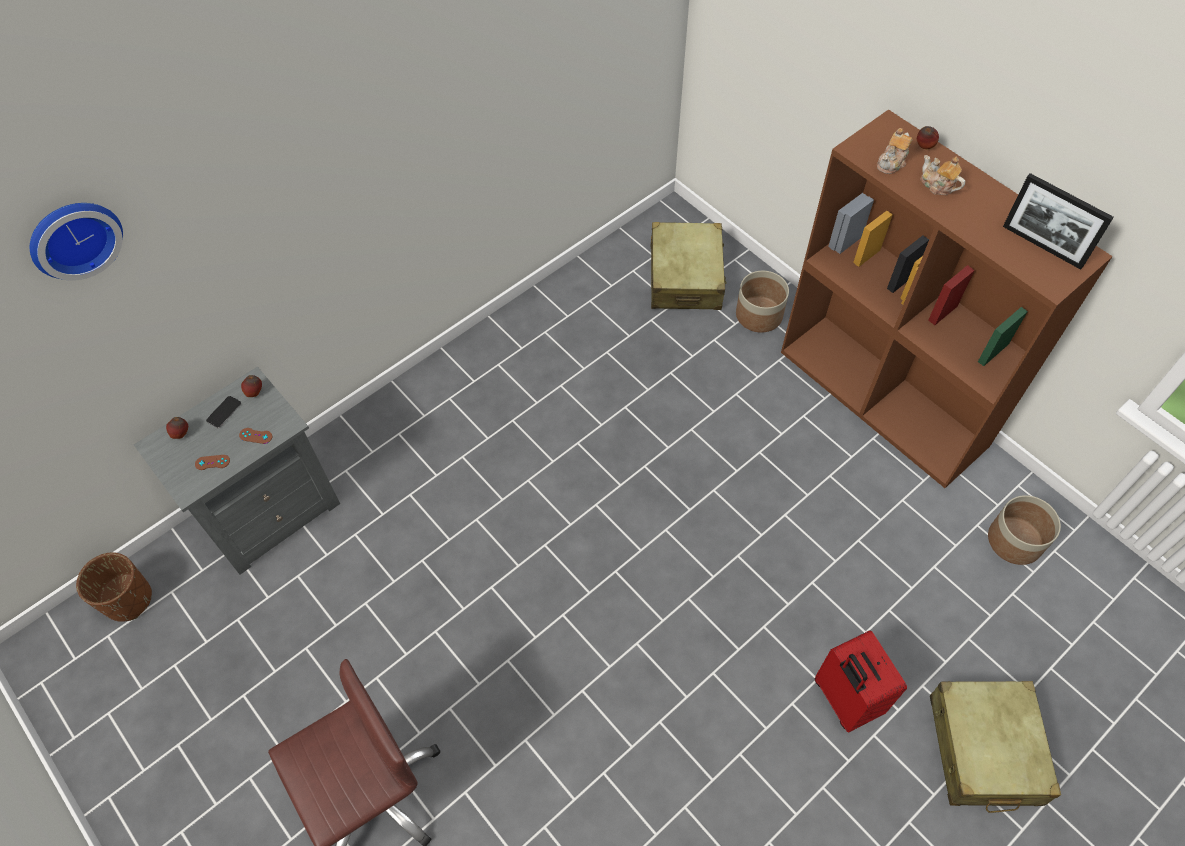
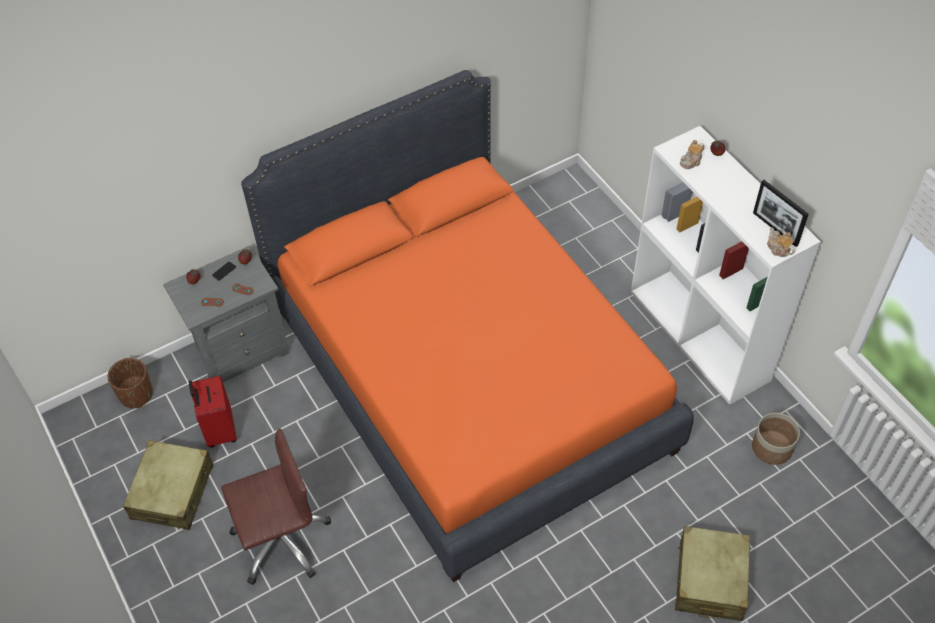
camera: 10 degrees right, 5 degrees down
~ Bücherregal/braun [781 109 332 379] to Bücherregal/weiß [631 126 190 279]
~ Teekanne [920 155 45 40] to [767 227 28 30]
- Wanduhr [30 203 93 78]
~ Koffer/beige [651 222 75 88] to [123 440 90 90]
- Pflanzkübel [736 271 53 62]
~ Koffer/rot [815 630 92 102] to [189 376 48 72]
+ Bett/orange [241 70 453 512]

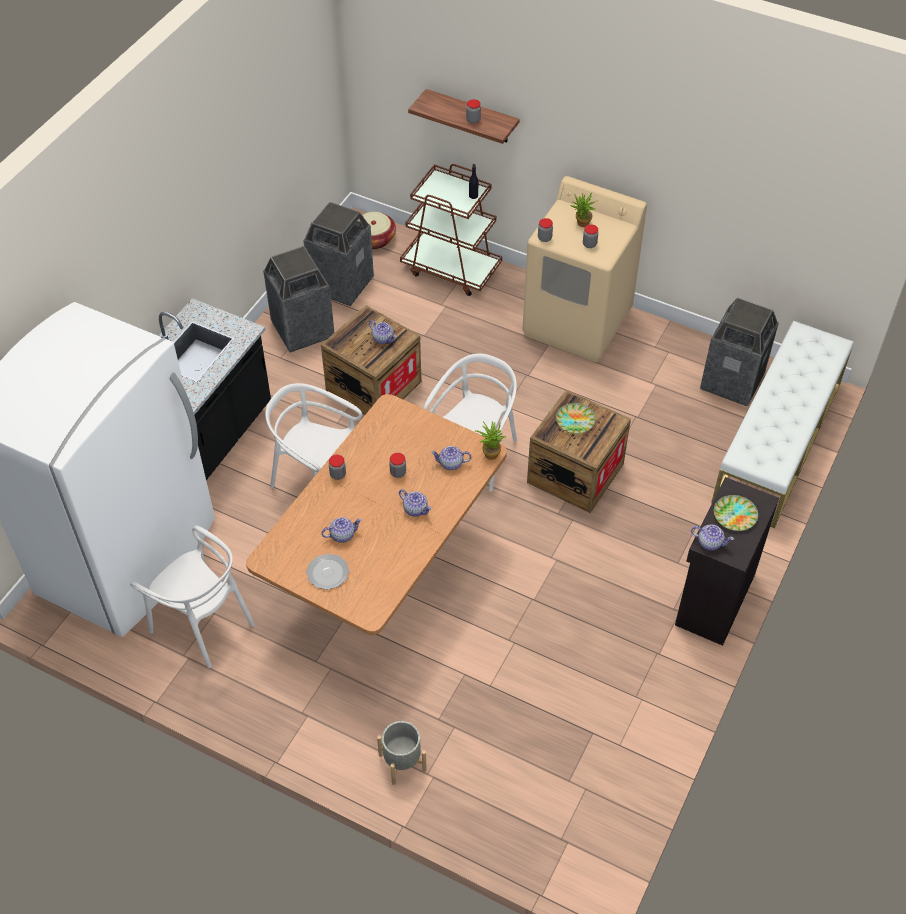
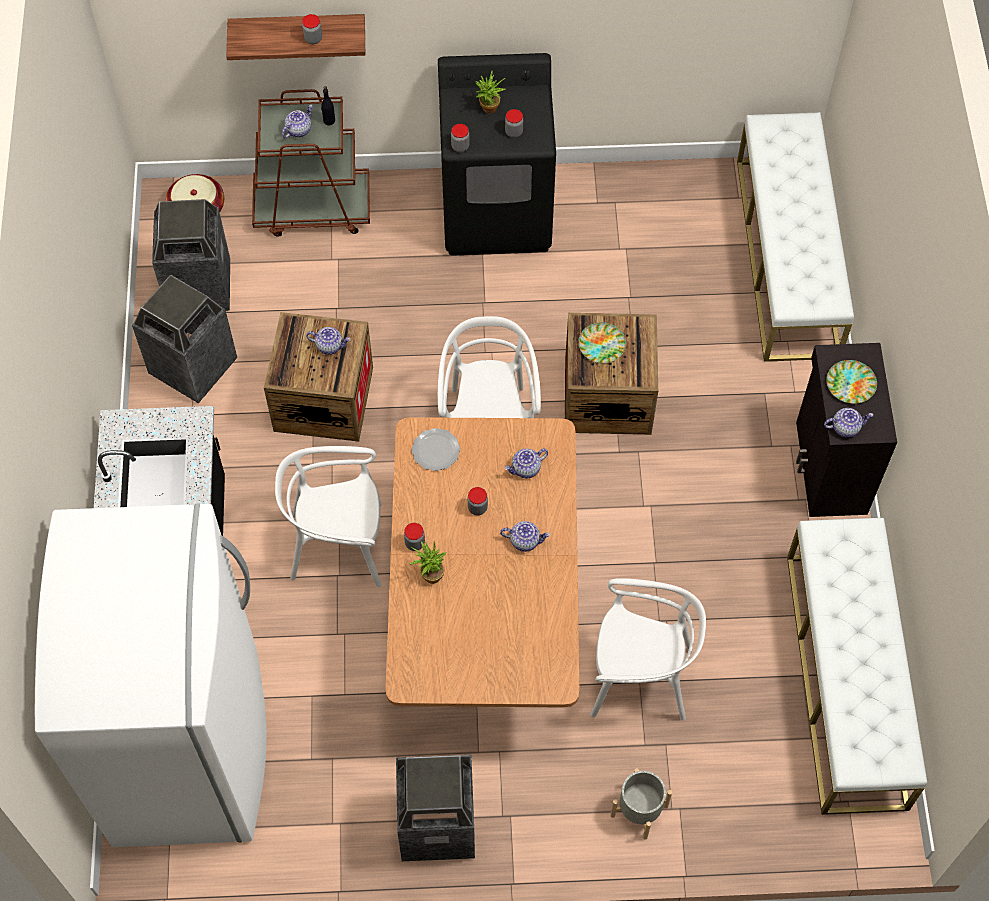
camera: 30 degrees left, 10 degrees up
~ Waschmaschine/beige [522 176 125 186] to Waschmaschine/schwarz [438 53 118 203]
~ Mülleimer [700 297 79 109] to [396 755 79 106]
~ Topfpflanze [475 421 31 39] to [409 541 37 43]
~ Teekanne [321 517 41 26] to [282 105 31 33]
~ Stuhl/weiß [130 525 125 143] to [590 578 116 143]
~ Teller [306 554 43 36] to [412 428 48 43]
+ Bank/weiß [787 518 140 297]

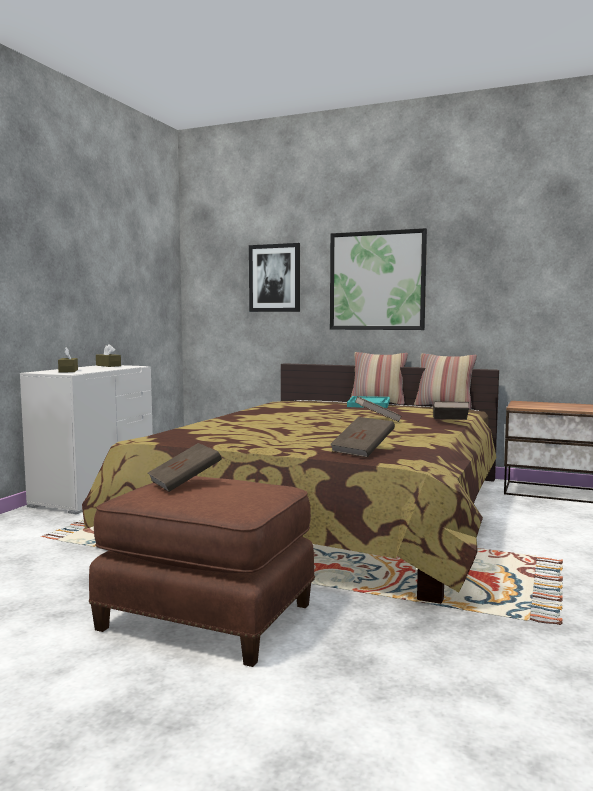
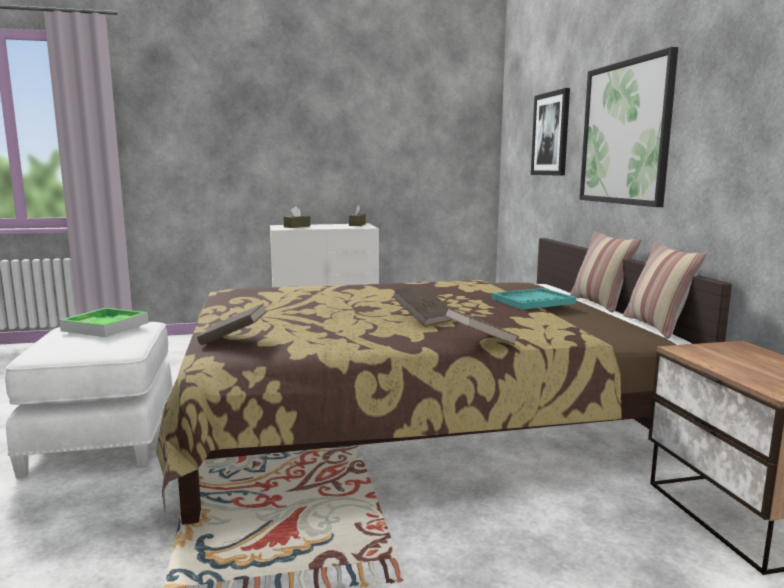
camera: 55 degrees right, 5 degrees up
~ Buch/braun [148 443 74 49] to Tablett [59 308 90 29]
~ Polsterhocker/braun [89 476 226 191] to Polsterhocker/weiß [5 322 168 156]

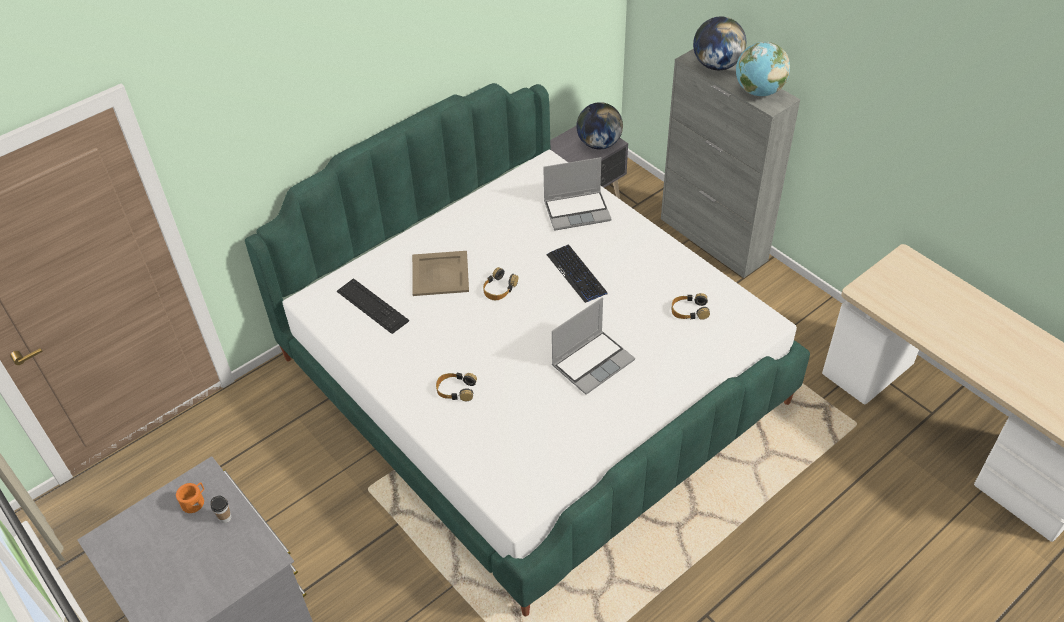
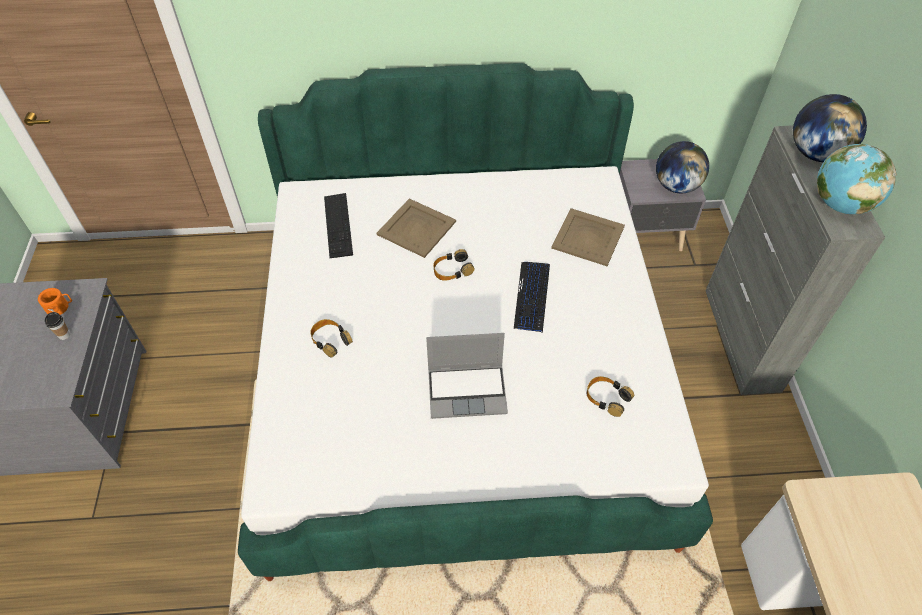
camera: 35 degrees right, 5 degrees up
~ Laptop [543 157 69 73] to Tablett/beige [551 208 74 58]

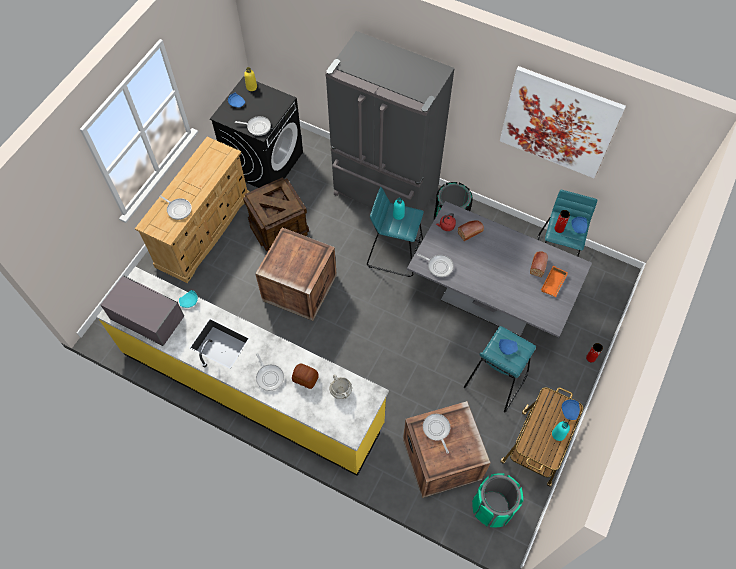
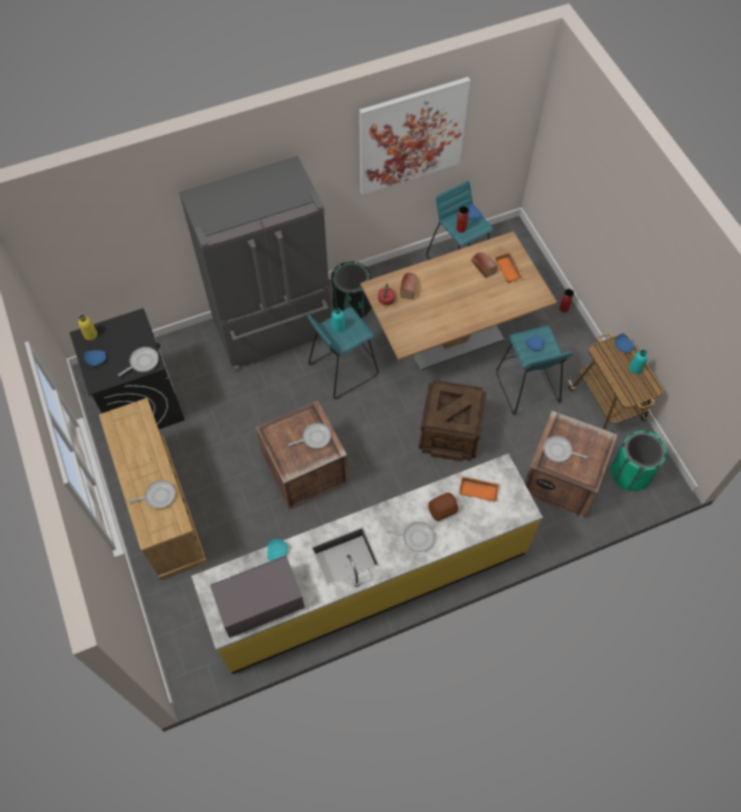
camera: 50 degrees left, 0 degrees up
~ Kiste [243 177 66 74] to [419 380 68 81]
~ Esstisch/grau [407 201 185 136] to Esstisch/braun [361 231 196 140]
~ Pfanne [417 254 37 23] to [288 423 43 26]
~ Kochtopf/weiß [330 374 22 25] to Tablett/orange [459 477 40 25]

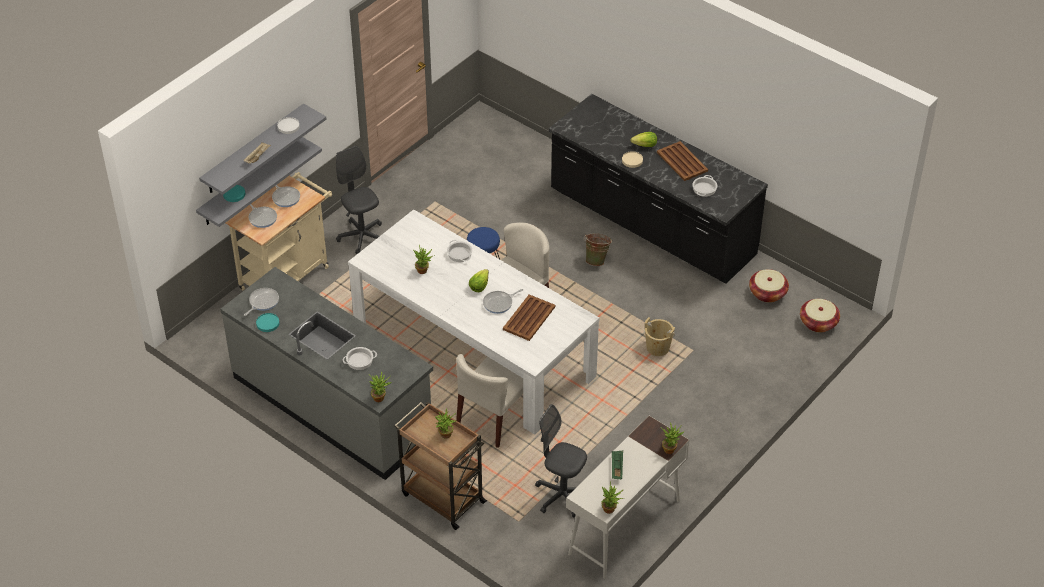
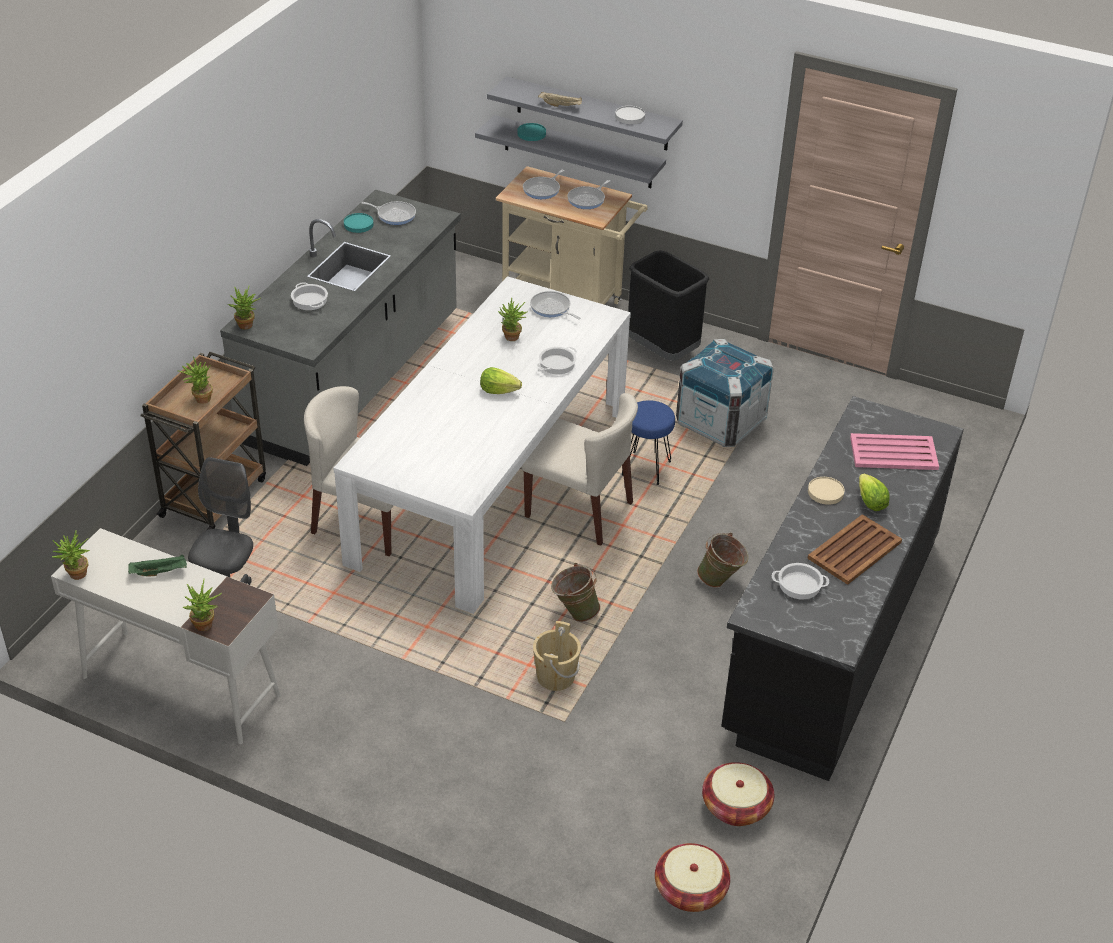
camera: 75 degrees right, 5 degrees down
~ Bürostuhl/grau [336 146 46 108] to Mülleimer/schwarz [628 250 81 111]
~ Pfanne [483 289 40 25] to [530 291 50 28]
- Tablett/braun [503 294 52 47]
+ Kiste [676 339 98 108]
+ Tablett/rosa [850 433 89 37]
+ Eimer/grün [551 563 50 59]

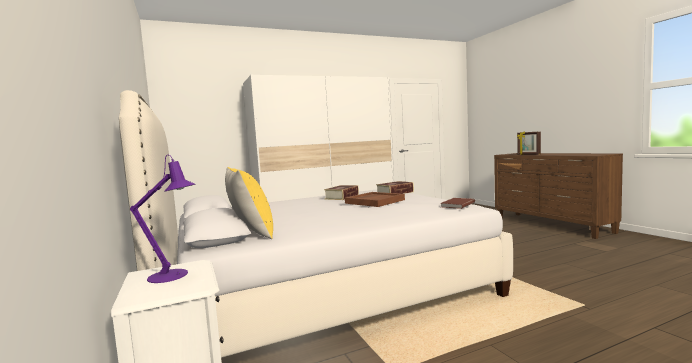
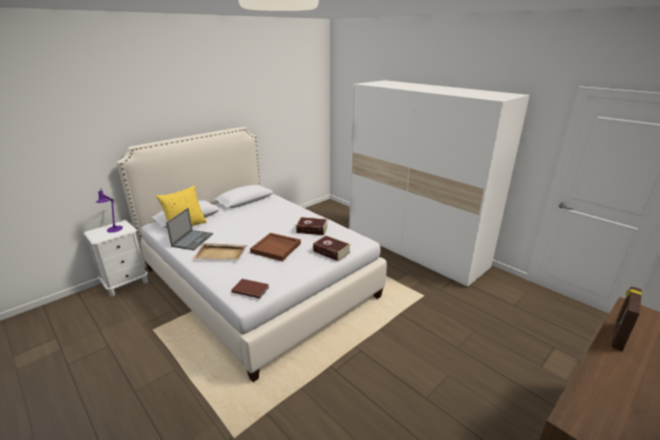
camera: 70 degrees right, 20 degrees up
+ Laptop [166 208 47 42]
+ Tablett/beige [192 243 55 17]

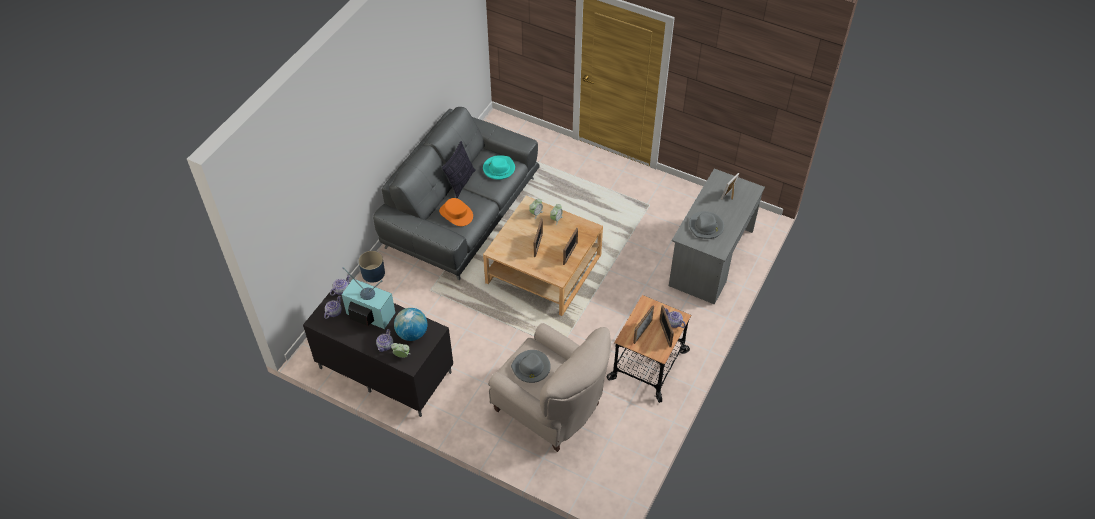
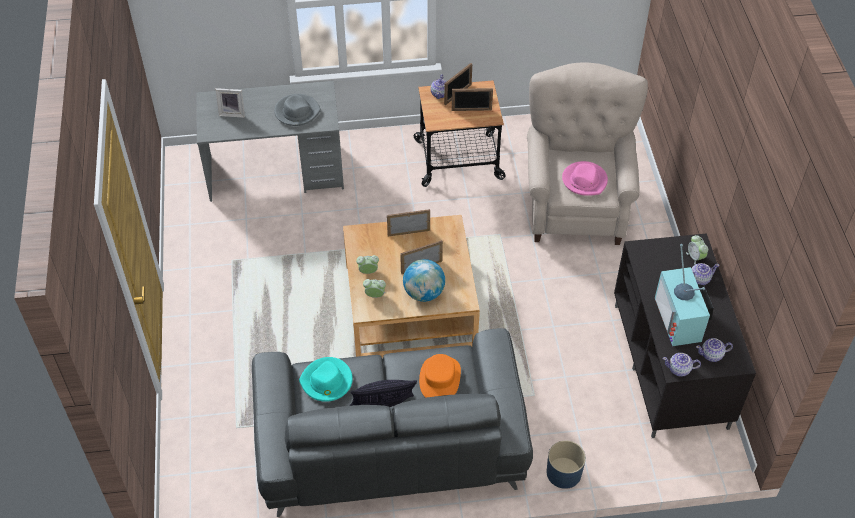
camera: 125 degrees left, 0 degrees up
~ Globus [394 308 33 33] to [403 259 42 43]
~ Hut/grau [511 350 40 33] to Hut/rosa [562 161 46 35]

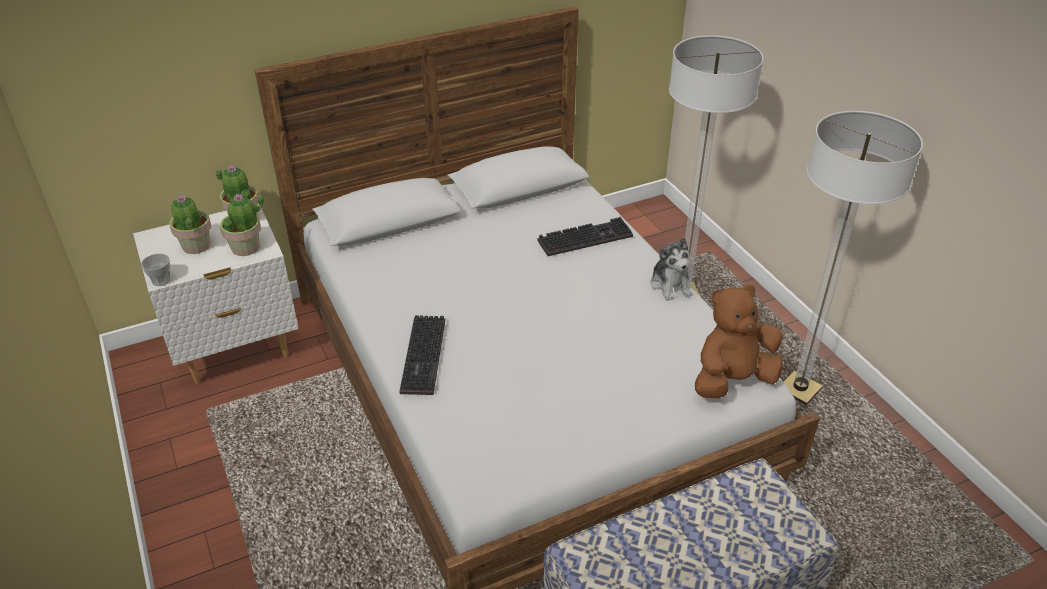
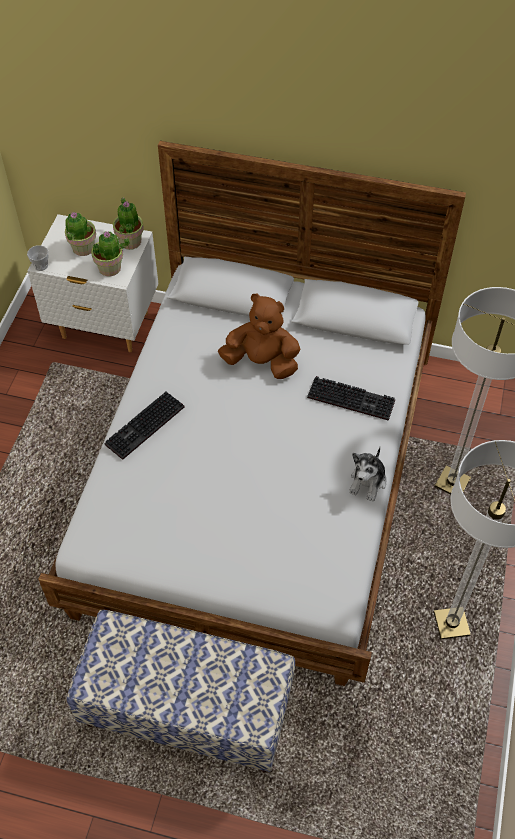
camera: 40 degrees right, 15 degrees up
~ Plüschtier/braun [695 284 88 114] to [218 294 82 85]

